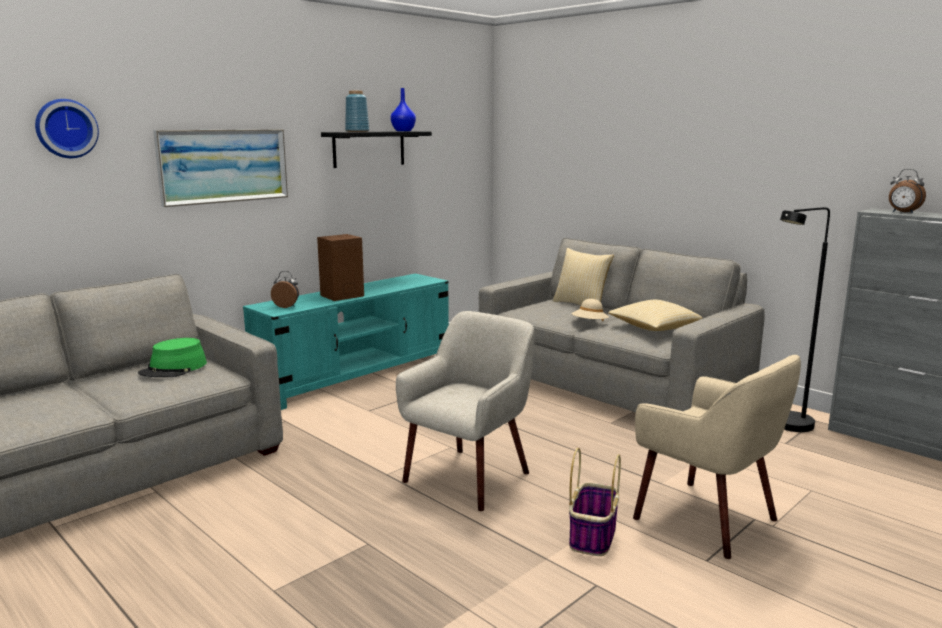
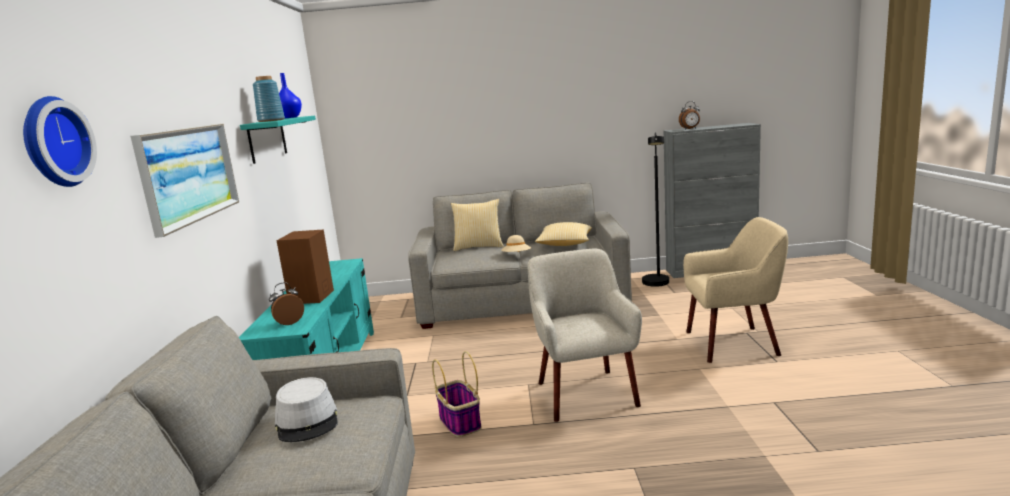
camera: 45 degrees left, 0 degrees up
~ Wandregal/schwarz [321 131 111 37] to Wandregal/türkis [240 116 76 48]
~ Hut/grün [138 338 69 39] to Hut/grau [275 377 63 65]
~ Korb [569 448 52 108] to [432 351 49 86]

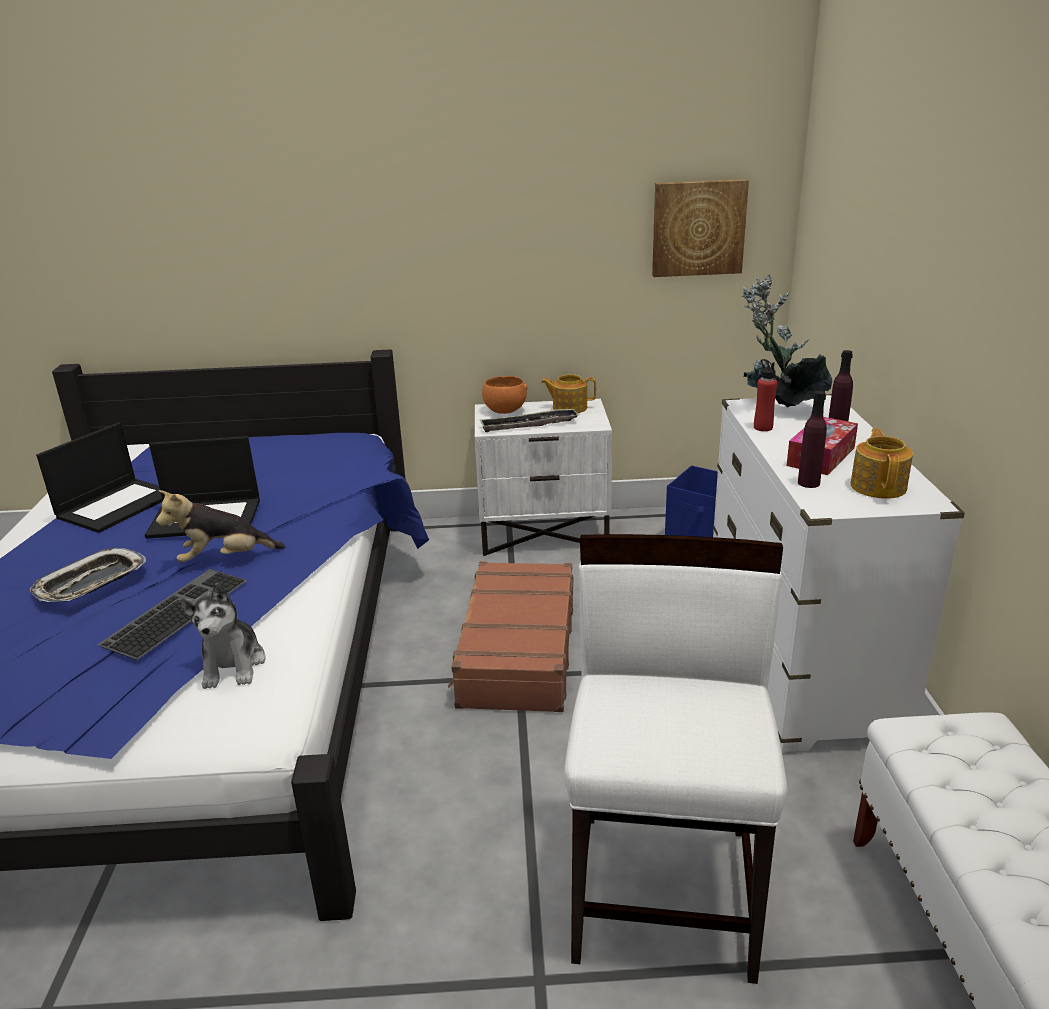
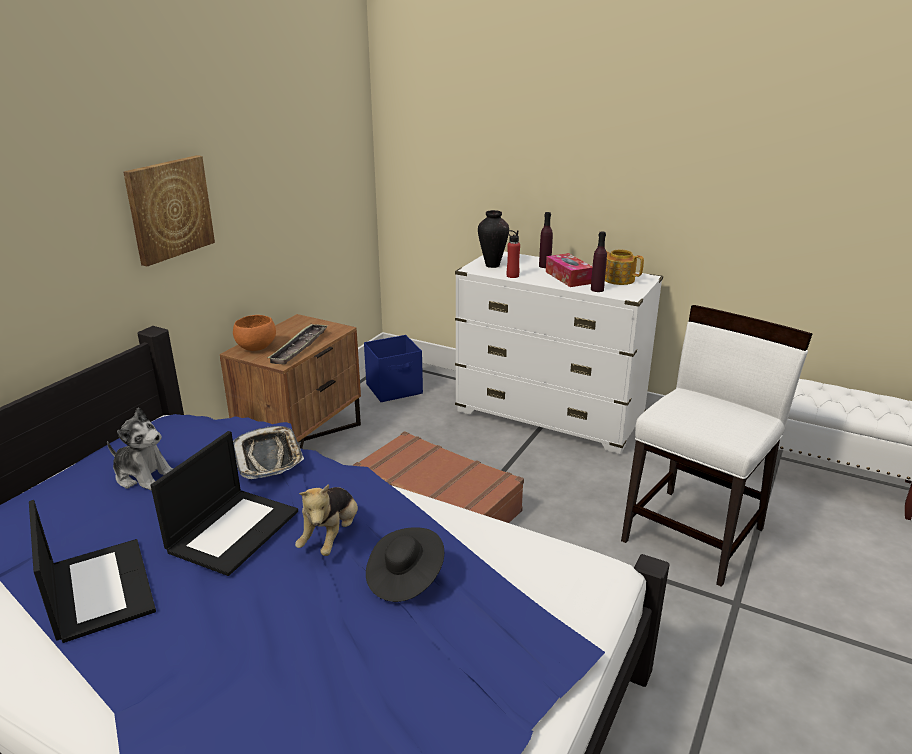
camera: 60 degrees left, 0 degrees up
~ Bild [652 179 97 98] to [123 155 92 111]
~ Topfpflanze [742 274 90 134] to Vase [478 210 31 58]
- Teekanne [541 374 55 39]
~ Nachttisch/weiß [475 399 137 157] to Nachttisch/braun [220 314 141 135]
~ Stuhl/weiß [564 534 223 450] = [621 305 191 282] 90 degrees clockwise
~ Tablett [30 547 116 55] to [233 426 71 53]
~ Tastatur [97 569 150 91] to Hut/schwarz [366 527 78 75]
~ Plüschtier [179 583 87 106] to [107 407 67 84]

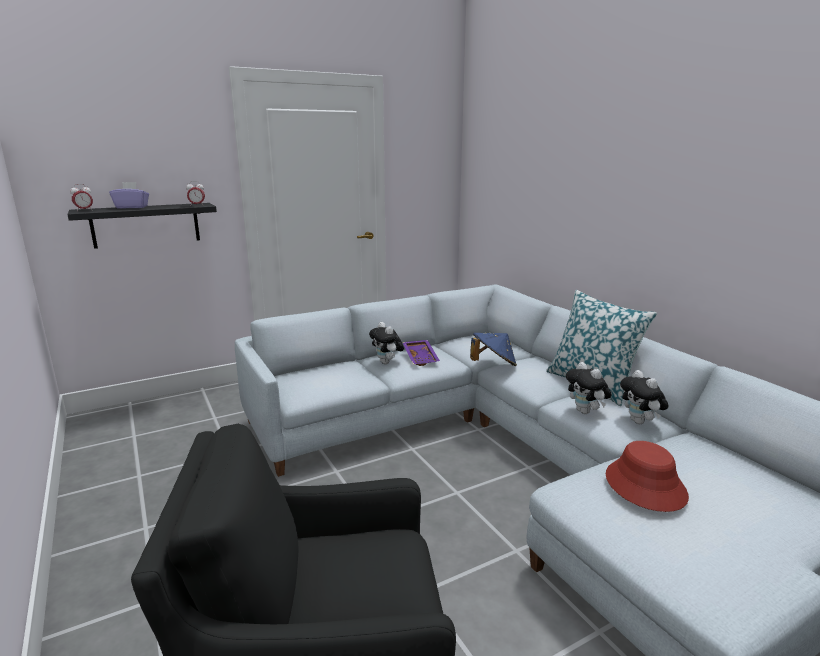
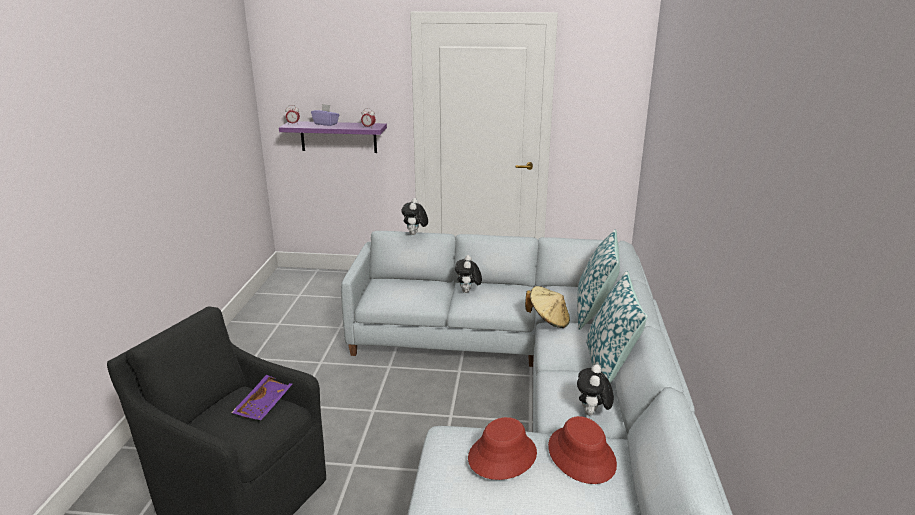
camera: 35 degrees right, 5 degrees up
~ Wandregal/schwarz [67 203 150 46] to Wandregal/lila [279 121 108 32]
~ Hut/blau [470 333 47 33] to Hut/beige [525 286 45 42]
~ Tablett/lila [403 340 37 26] to [231 375 61 45]
~ Plüschtier [566 362 46 52] to [401 198 27 37]
+ Kissen [577 229 43 101]
+ Hut/rot [548 416 69 68]

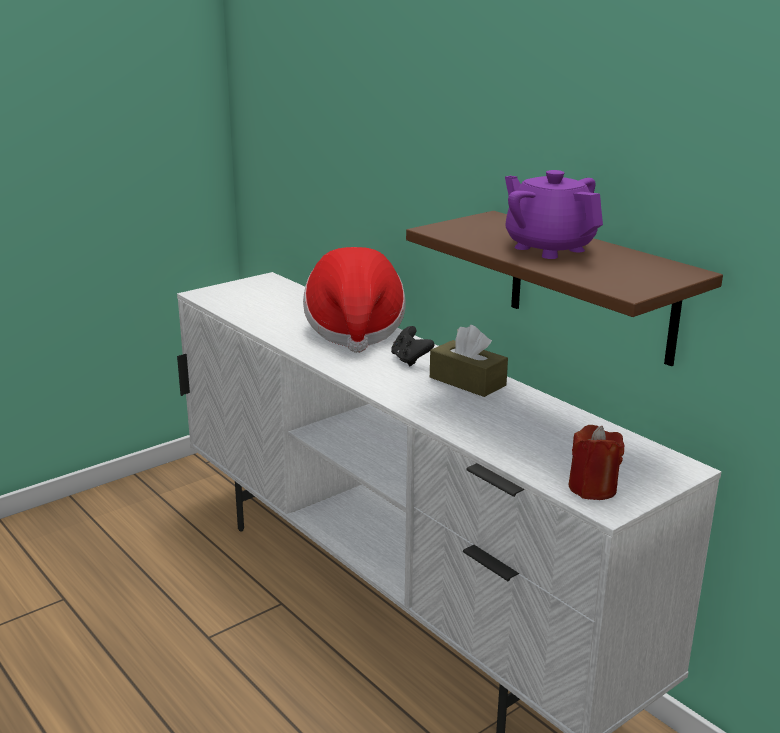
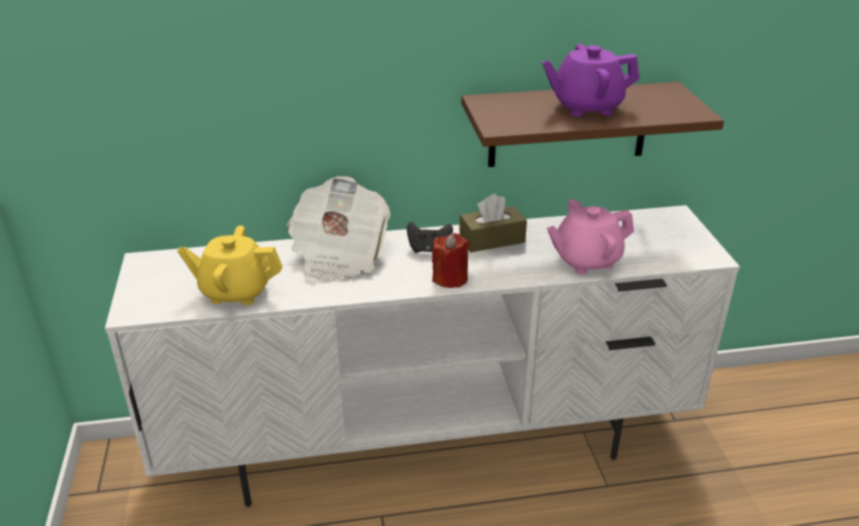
camera: 60 degrees left, 10 degrees up
~ Hut [303 247 103 106] to Zeitung [287 176 104 108]
~ Kerze/rot [569 425 56 75] to [432 233 37 55]
+ Teekanne/rosa [547 199 87 75]
+ Teekanne/gelb [177 225 106 80]

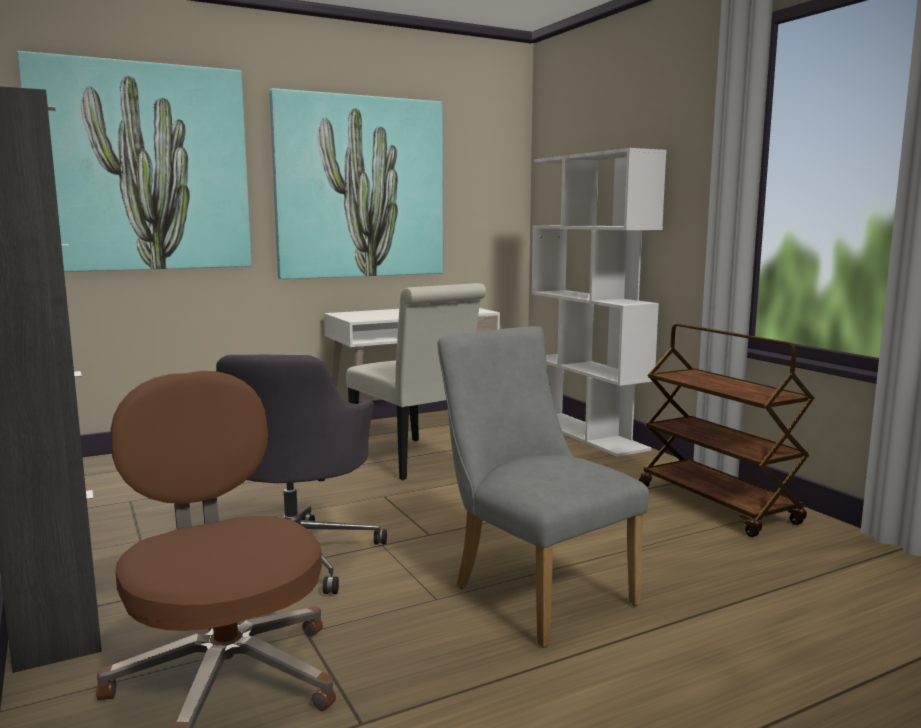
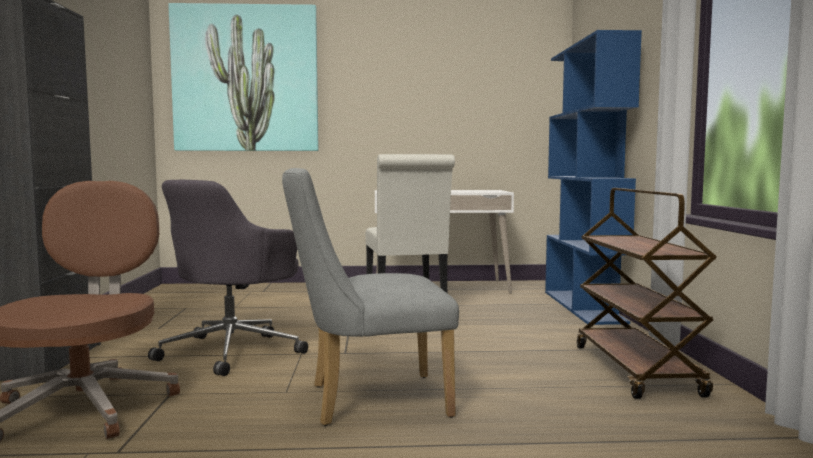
camera: 25 degrees right, 5 degrees down
- Bild [269 88 174 191]
~ Bücherregal/weiß [532 148 135 309] to Bücherregal/blau [545 30 97 295]
~ Stuhl/grau [437 326 212 322] = [282 168 177 258] 90 degrees counterclockwise

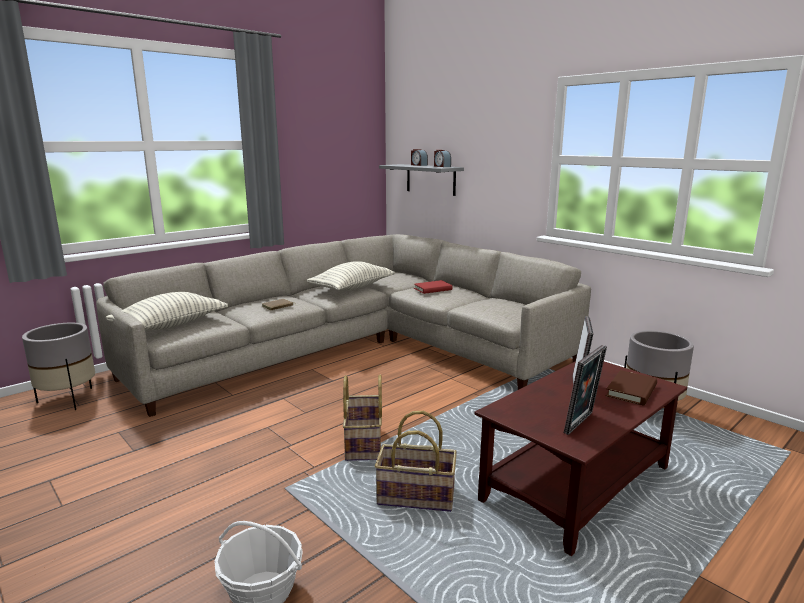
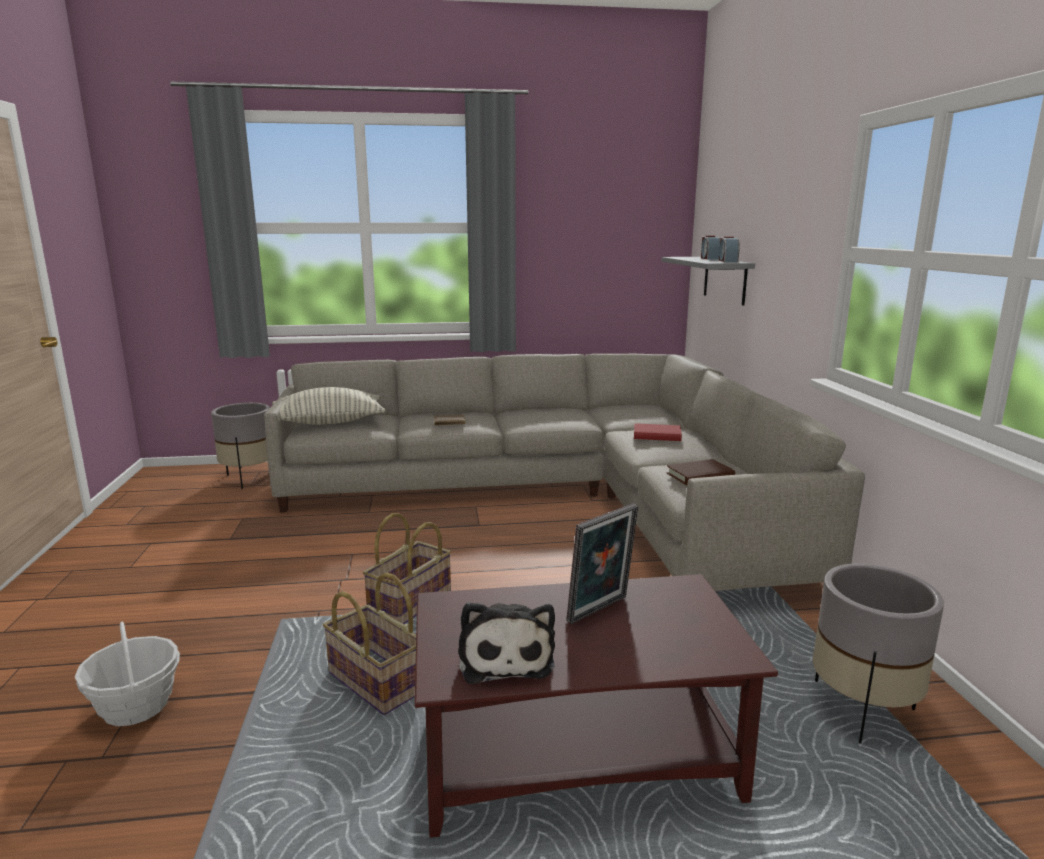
camera: 35 degrees right, 0 degrees up
- Kissen [307 261 88 30]
~ Bilderrahmen [564 345 43 90] to Plüschtier [458 602 97 82]
~ Buch/braun [606 370 51 36] to [667 459 68 26]

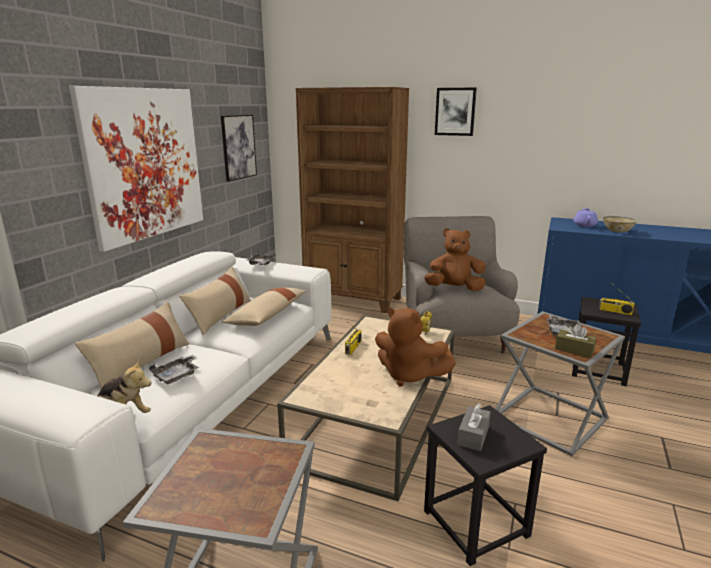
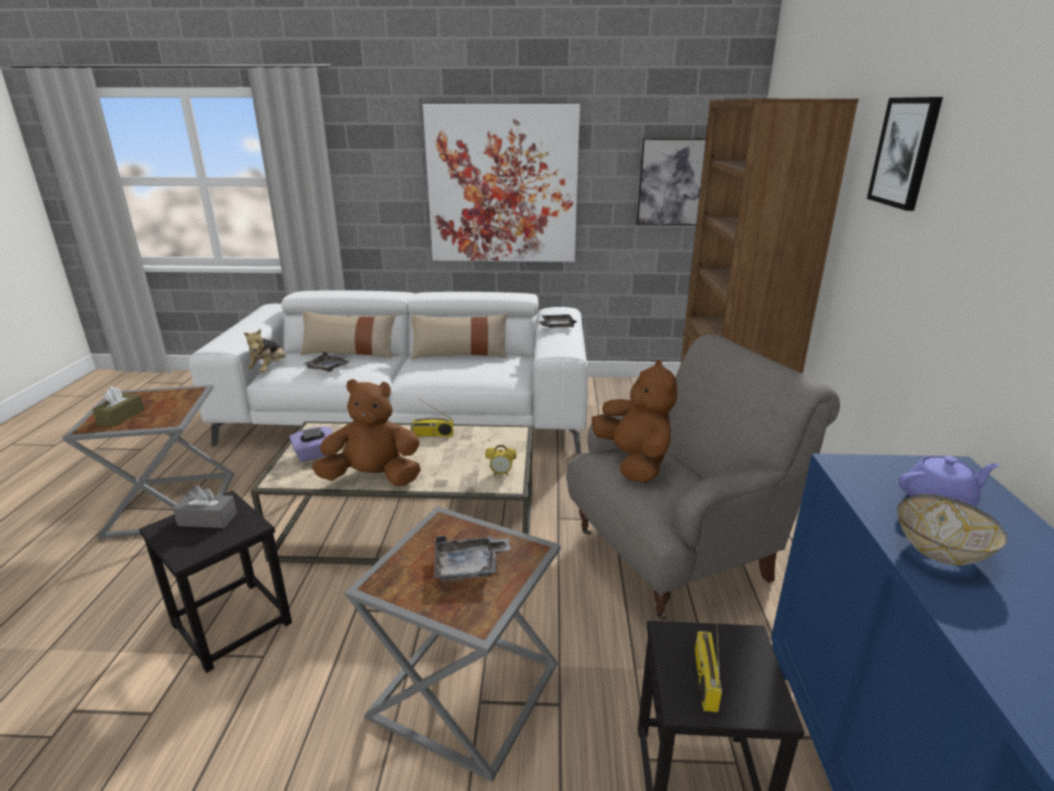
camera: 70 degrees right, 5 degrees up
- Kissen/beige [222 287 84 39]
~ Plüschtier/braun [375 307 81 80] = [312 379 109 107] 75 degrees clockwise
~ Taschentuchbox/braun [555 324 42 34] to [92 386 52 41]
+ Taschentuchbox/lila [289 426 44 36]

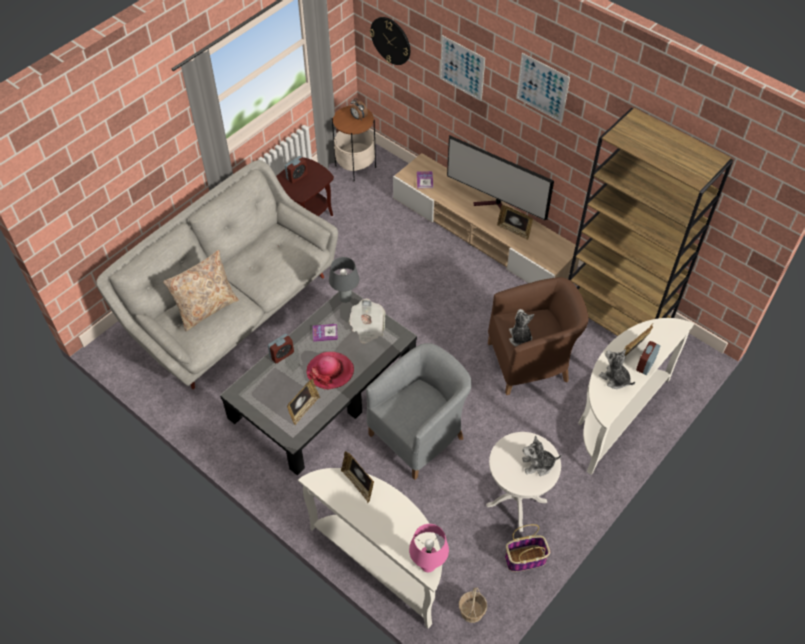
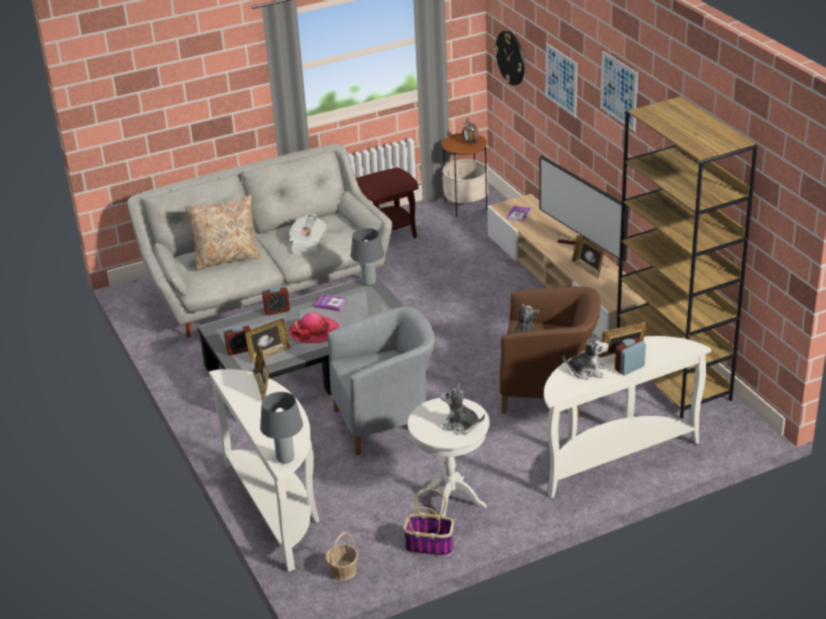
camera: 25 degrees right, 20 degrees down
~ Wecker [285 156 23 28] to [223 324 28 31]
~ Zeitung [349 299 37 45] to [289 214 38 39]
~ Plüschtier [599 349 36 40] = [563 332 46 48] 120 degrees clockwise
~ Tischlampe/rosa [409 524 40 48] to Tischlampe/grau [260 392 43 72]

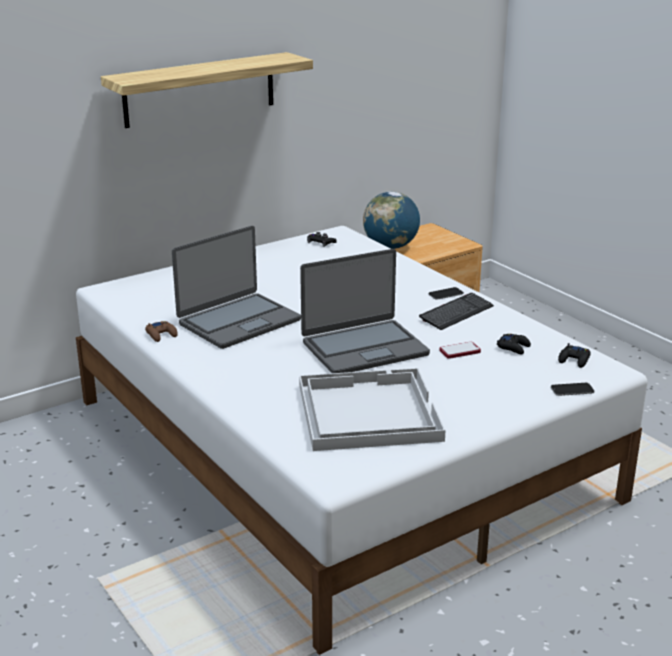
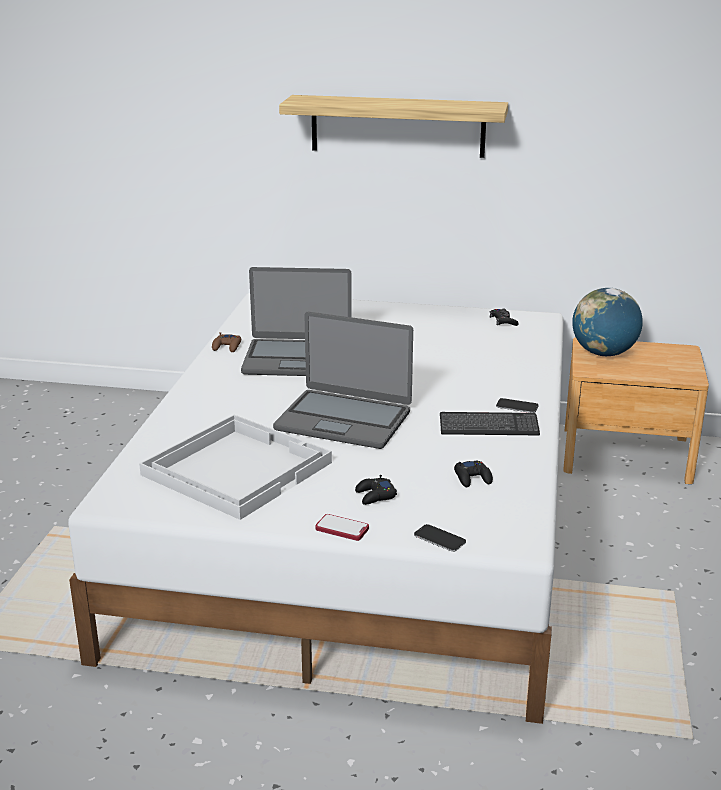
camera: 45 degrees right, 0 degrees up
~ Handy [440 342 41 17] to [315 514 54 27]
~ Gamepad/schwarz [558 343 33 25] to [355 475 42 30]

